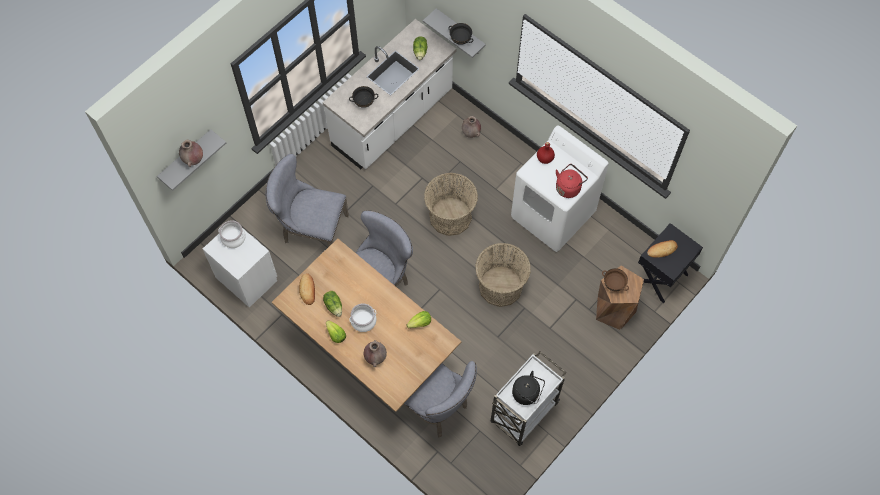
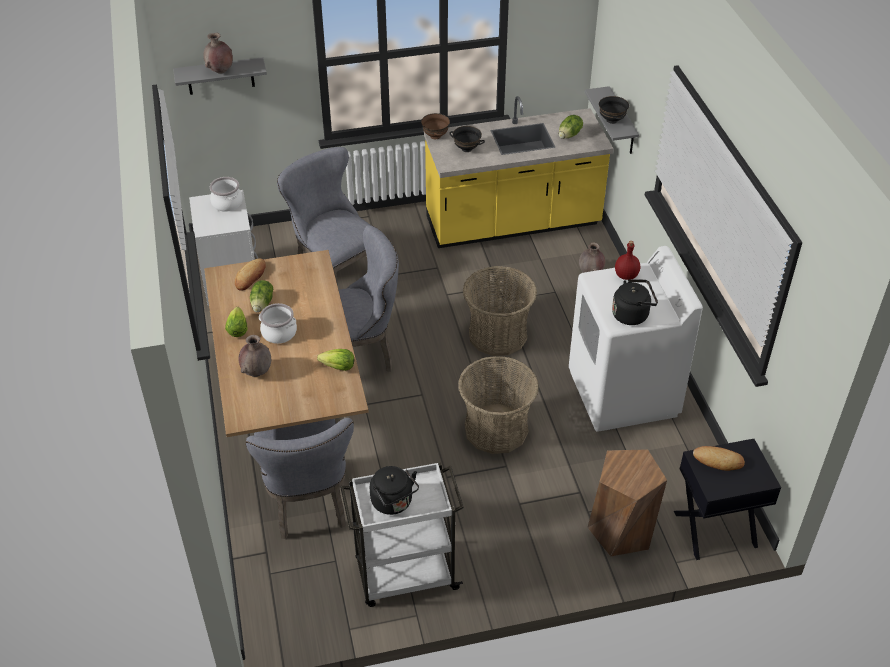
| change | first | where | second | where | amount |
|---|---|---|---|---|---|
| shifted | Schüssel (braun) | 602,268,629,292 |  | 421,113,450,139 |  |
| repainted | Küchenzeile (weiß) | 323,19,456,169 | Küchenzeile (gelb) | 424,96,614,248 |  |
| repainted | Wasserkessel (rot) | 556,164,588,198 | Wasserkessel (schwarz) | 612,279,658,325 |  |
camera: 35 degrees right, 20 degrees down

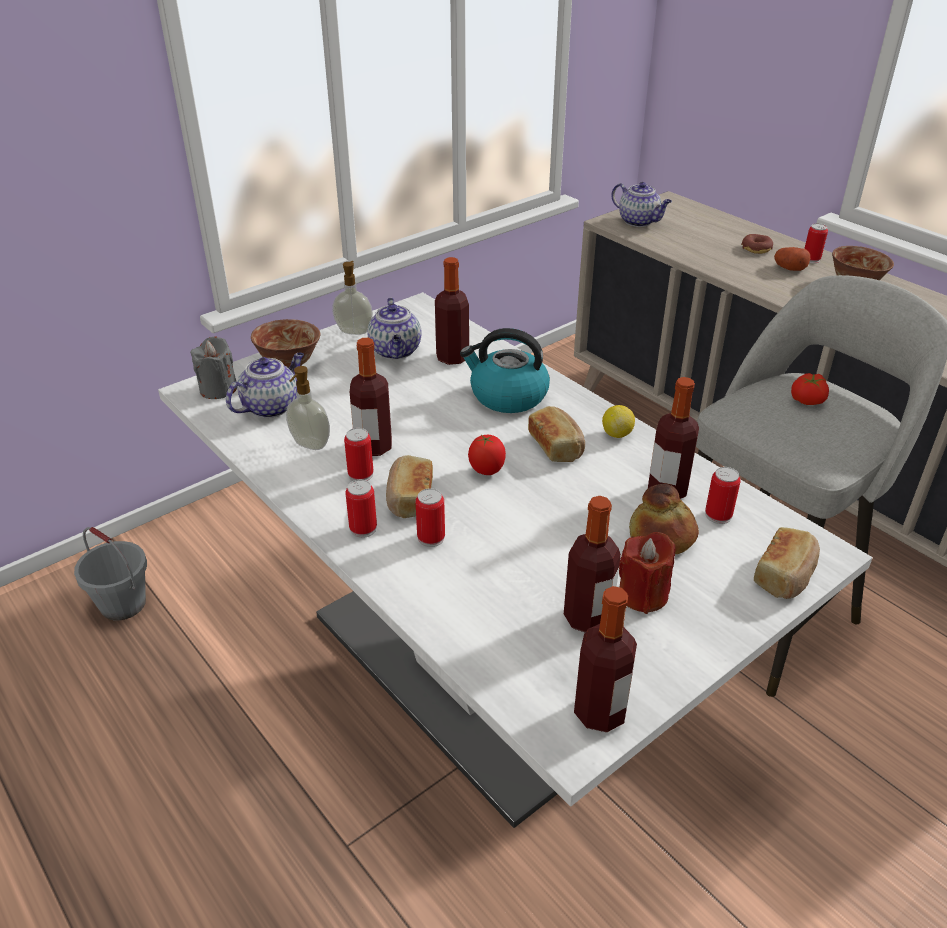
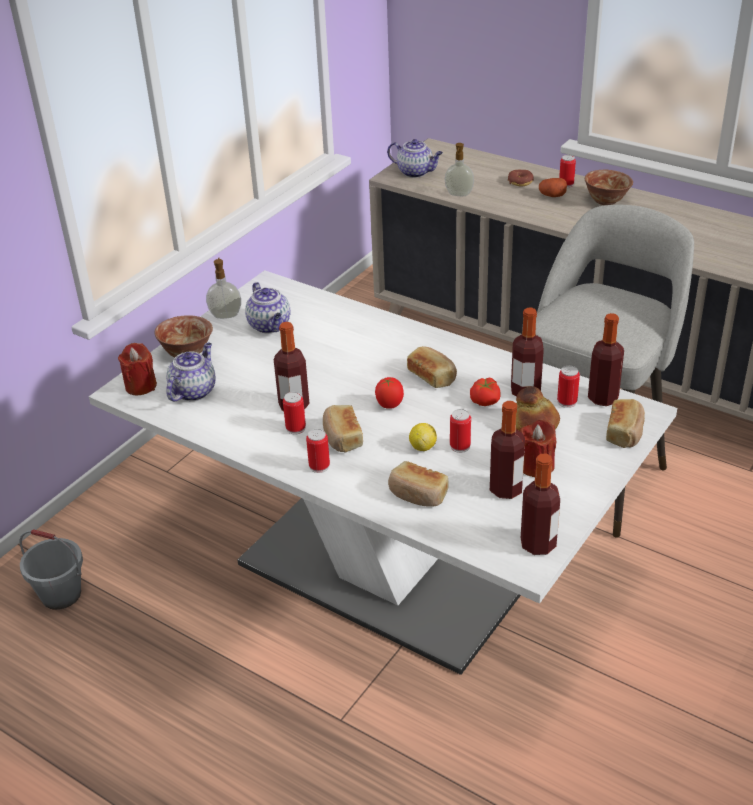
| change | first | where | second | where | amount |
|---|---|---|---|---|---|
| repainted | Kerze (grau) | 190,336,237,399 | Kerze (rot) | 118,343,157,395 |  |
| new |  |  | Brot | 388,461,449,507 |  |
| shifted | Zitrone | 602,405,635,438 |  | 409,423,437,451 |  |
| shifted | Seifenspender | 286,366,330,450 |  | 445,143,474,196 |  |
| shifted | Dose | 416,488,445,547 |  | 450,409,471,453 |  |
| shifted | Tomate | 791,373,829,405 |  | 470,377,501,406 |  |
| shifted | Flasche | 435,257,469,365 |  | 588,313,624,406 |  |
| gone | Wasserkessel | 460,328,550,413 |  |  |  |
camera: 15 degrees left, 0 degrees up

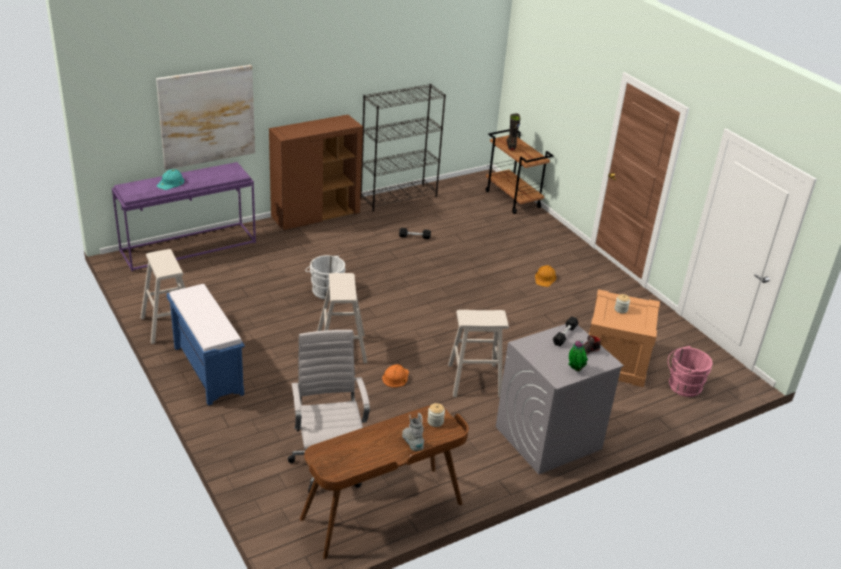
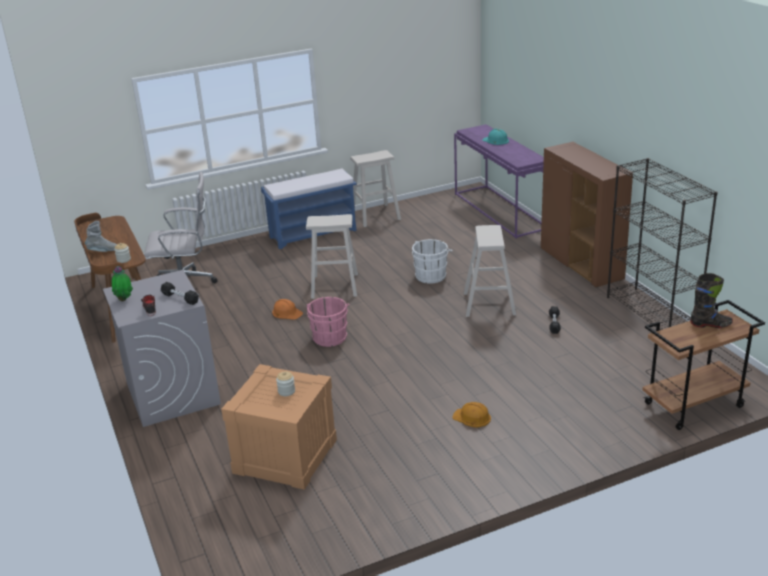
| change | first | where | second | where | amount |
|---|---|---|---|---|---|
| shifted | Eimer (rosa) | 668,346,713,397 |  | 307,297,350,347 |  |
| shifted | Hocker (beige) | 448,310,509,397 |  | 464,225,516,317 |  |
| gone | Bild | 156,65,255,170 |  |  |  |
camera: 100 degrees right, 5 degrees down

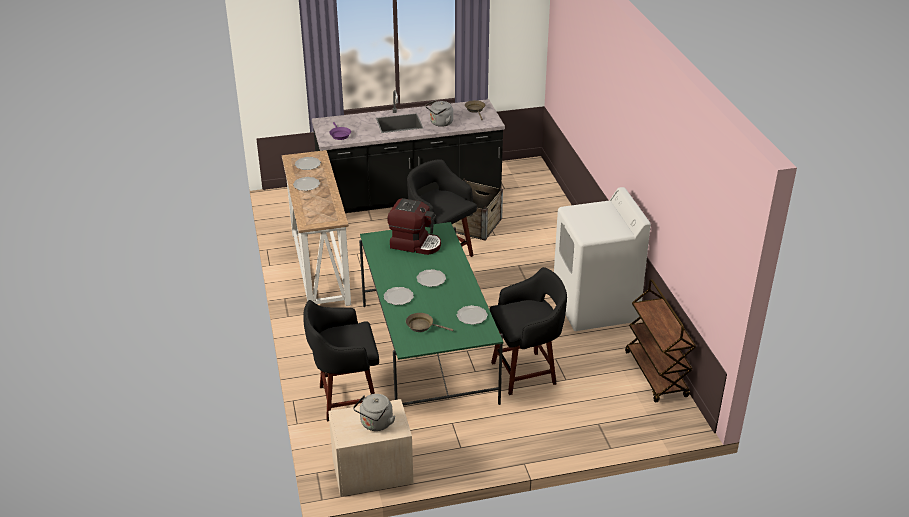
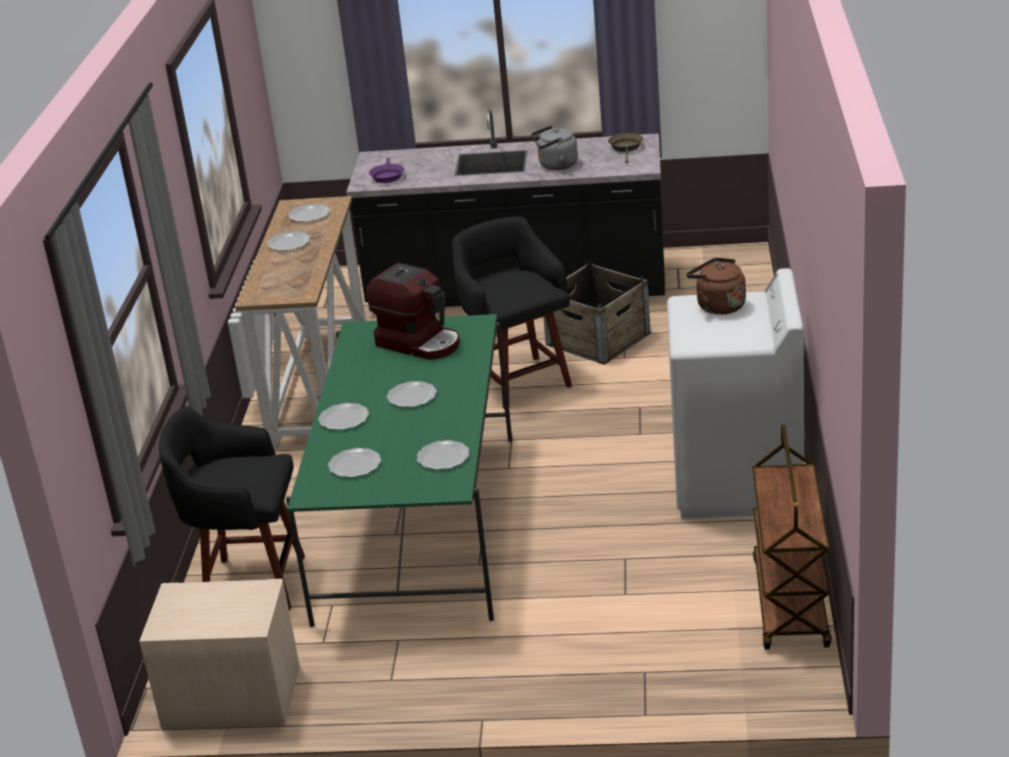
| change | first | where | second | where | amount |
|---|---|---|---|---|---|
| swapped | Pfanne (braun) | 406,313,453,332 | Teller | 328,448,381,478 |  |
| new |  |  | Wasserkessel (braun) | 686,258,746,315 |  |
| gone | Wasserkessel (grau) | 353,394,395,431 |  |  |  |
| gone | Hocker (schwarz) | 490,267,567,395 |  |  |  |
camera: 20 degrees right, 5 degrees down

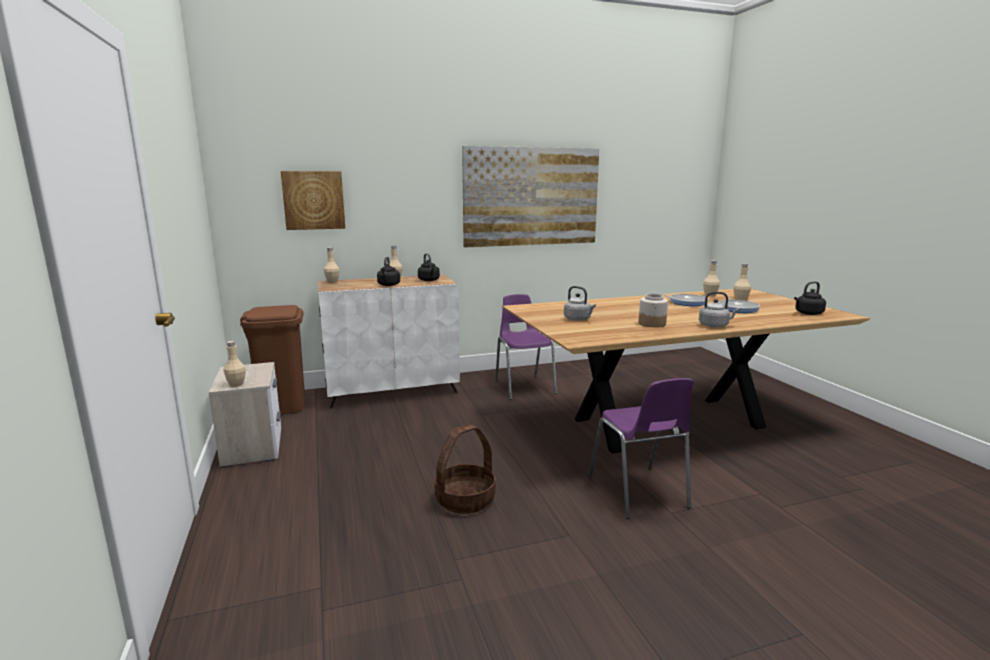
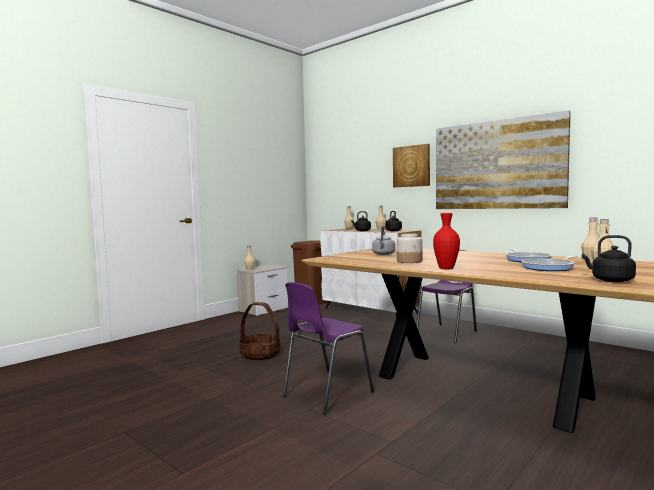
| change | first | where | second | where | amount |
|---|---|---|---|---|---|
| shifted | Bild | 281,171,345,230 |  | 393,144,430,187 |  |
| swapped | Wasserkessel (grau) | 699,291,740,328 | Vase (rot) | 433,213,460,269 |  |
camera: 60 degrees right, 10 degrees down

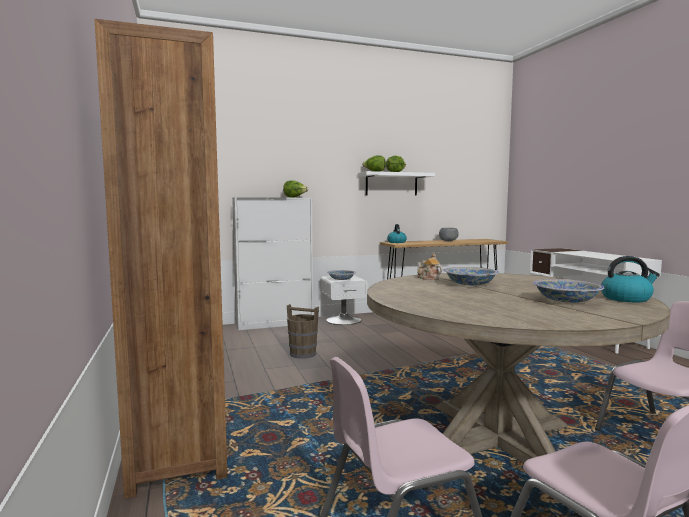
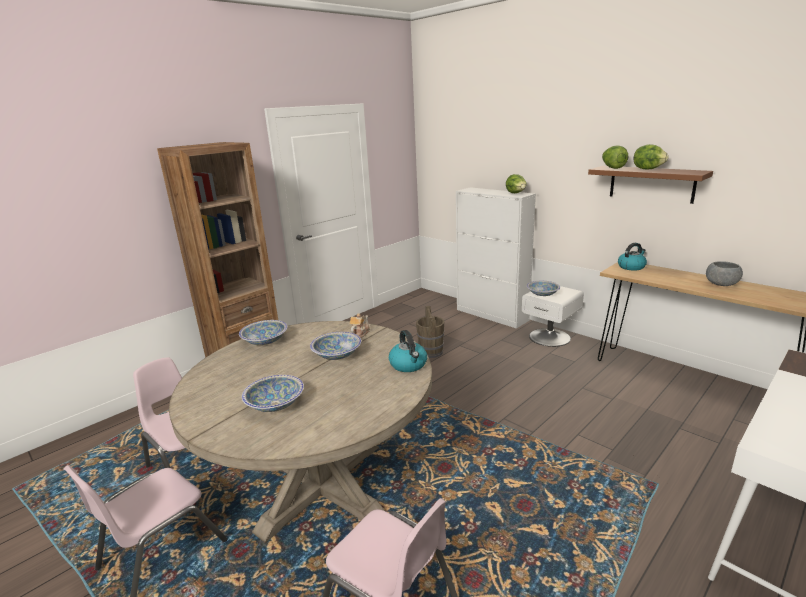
| change | first | where | second | where | amount |
|---|---|---|---|---|---|
| new |  |  | Schüssel | 239,320,288,345 |  |
| shifted | Wasserkessel | 601,256,660,302 |  | 389,330,427,372 |  |
| repainted | Wandregal (weiß) | 358,171,435,196 | Wandregal (braun) | 588,166,713,204 |  |
camera: 65 degrees right, 15 degrees up

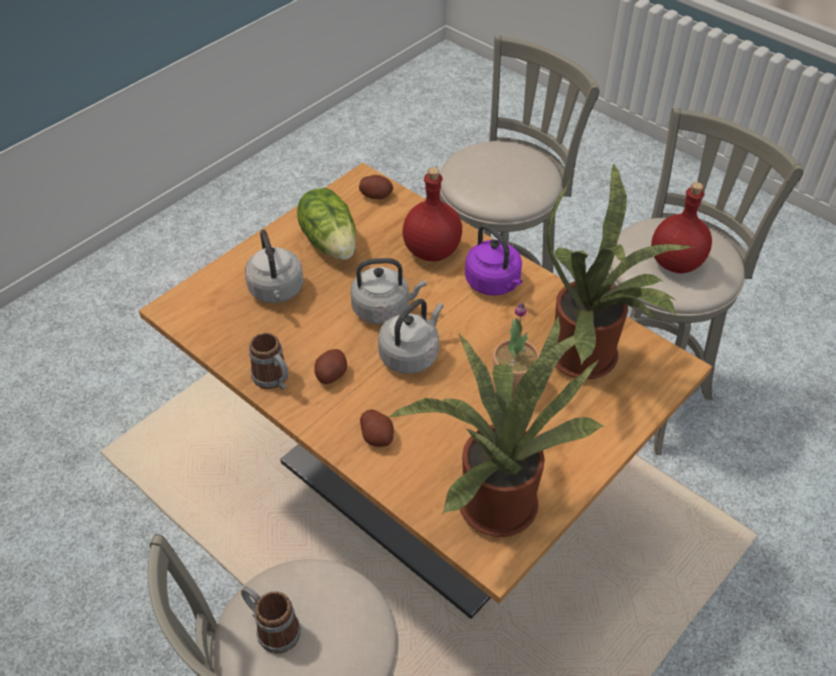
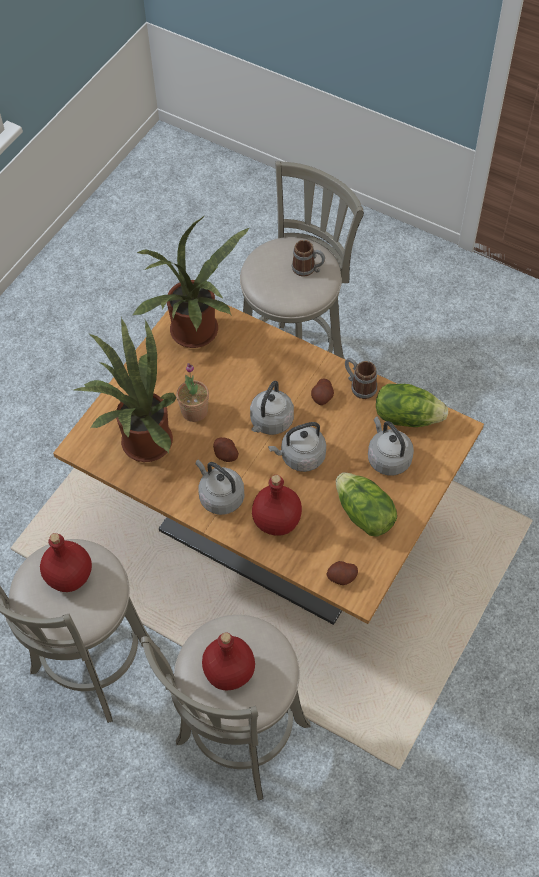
| change | first | where | second | where | amount |
|---|---|---|---|---|---|
| repainted | Wasserkessel (lila) | 465,224,523,296 | Wasserkessel (grau) | 196,460,244,515 |  |
| new |  |  | Flasche (rot) | 202,632,255,691 |  |
| shifted | Kartoffel | 360,409,394,447 |  | 213,437,239,462 |  |
| new |  |  | Salatkopf | 376,384,448,427 |  |
camera: 170 degrees right, 10 degrees up

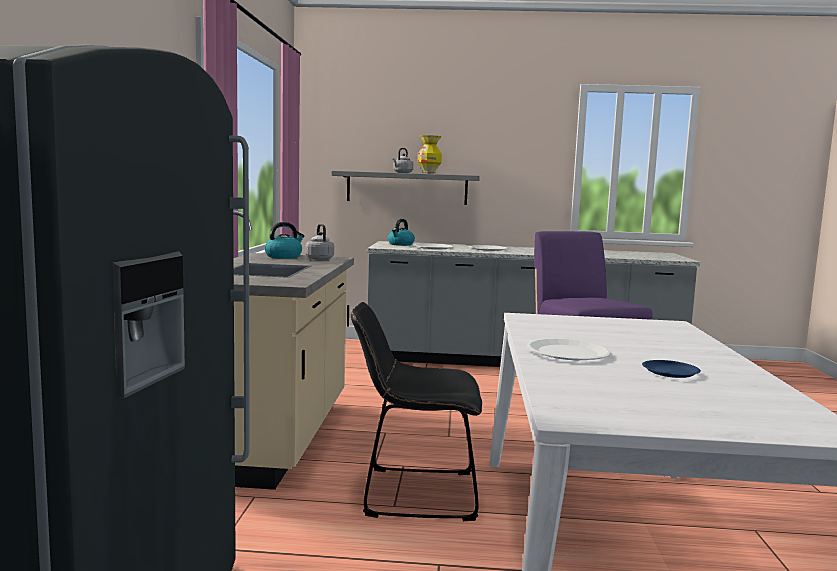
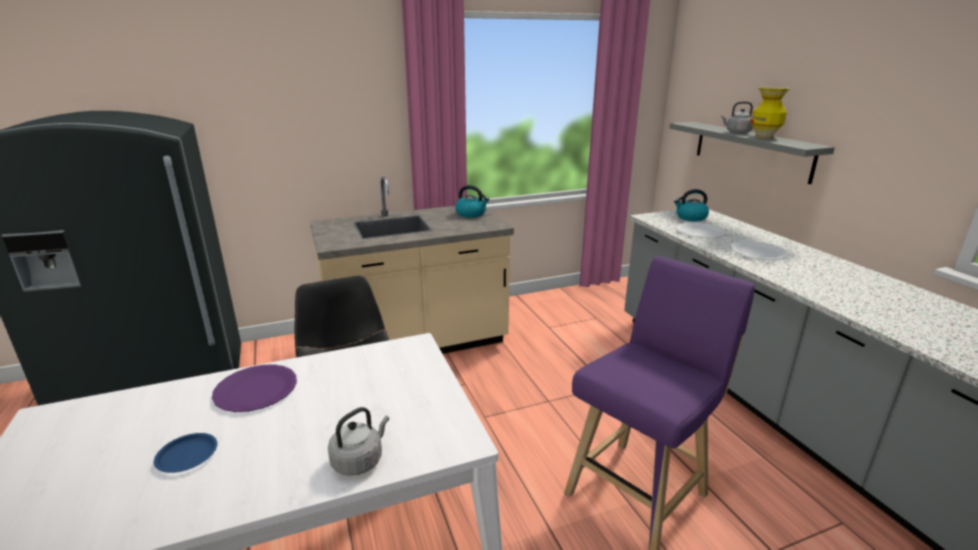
| change | first | where | second | where | amount |
|---|---|---|---|---|---|
| repainted | Teller (weiß) | 526,338,612,360 | Teller (lila) | 212,364,297,412 |  |
| shifted | Wasserkessel (grau) | 305,224,334,260 |  | 328,407,389,476 |  |
camera: 65 degrees right, 15 degrees up

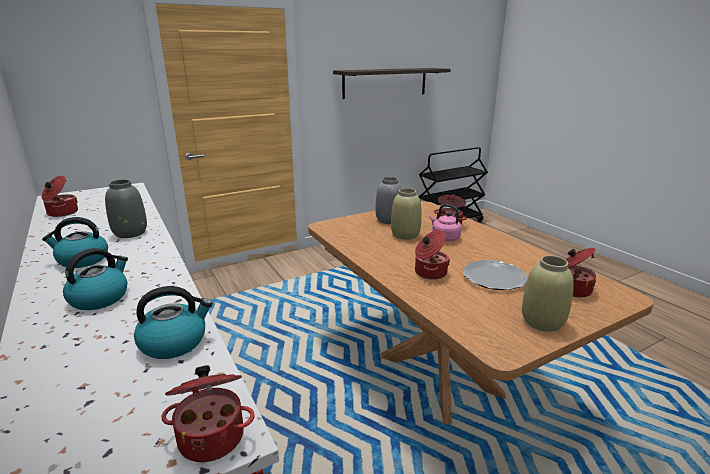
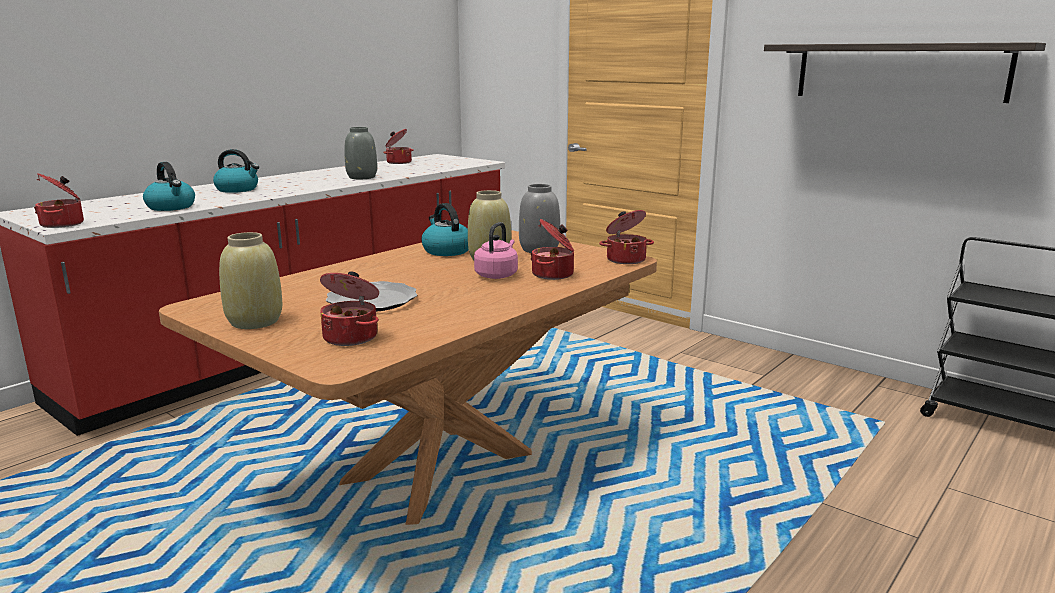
| change | first | where | second | where | amount |
|---|---|---|---|---|---|
| shifted | Wasserkessel | 42,217,108,268 |  | 421,203,469,256 |  |
| shifted | Kochtopf | 415,230,450,280 |  | 599,210,654,264 |  |
camera: 70 degrees right, 5 degrees down

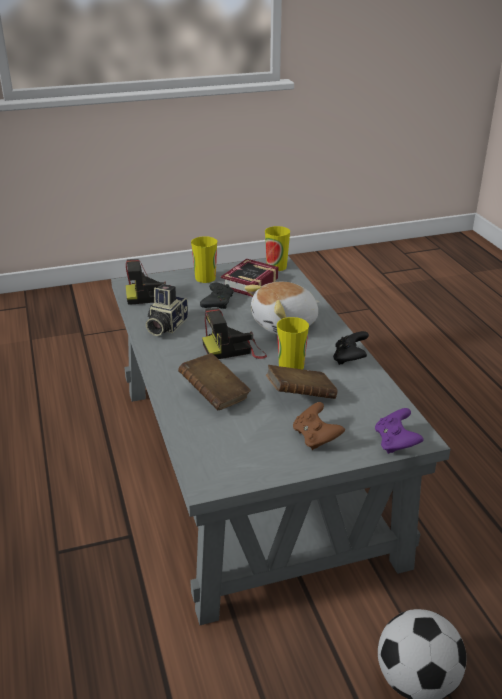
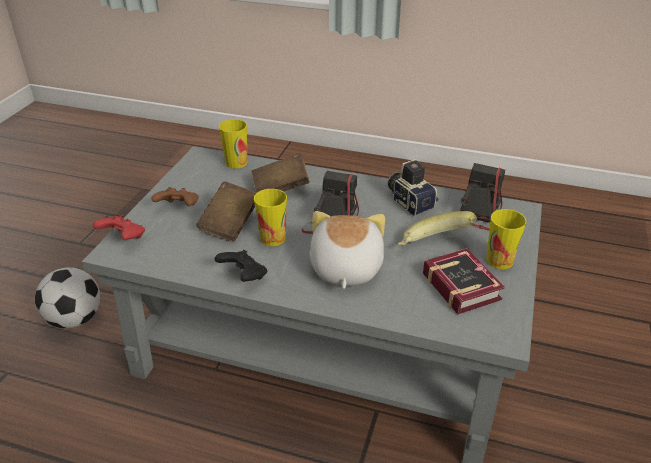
| change | first | where | second | where | amount |
|---|---|---|---|---|---|
| repainted | Gamepad (lila) | 375,408,424,454 | Gamepad (rot) | 93,214,145,240 |  |
| shifted | Tasse | 265,226,290,271 |  | 219,119,247,169 |  |
| swapped | Gamepad (schwarz) | 200,282,234,309 | Banane | 398,211,477,246 |  |
camera: 125 degrees right, 5 degrees up

